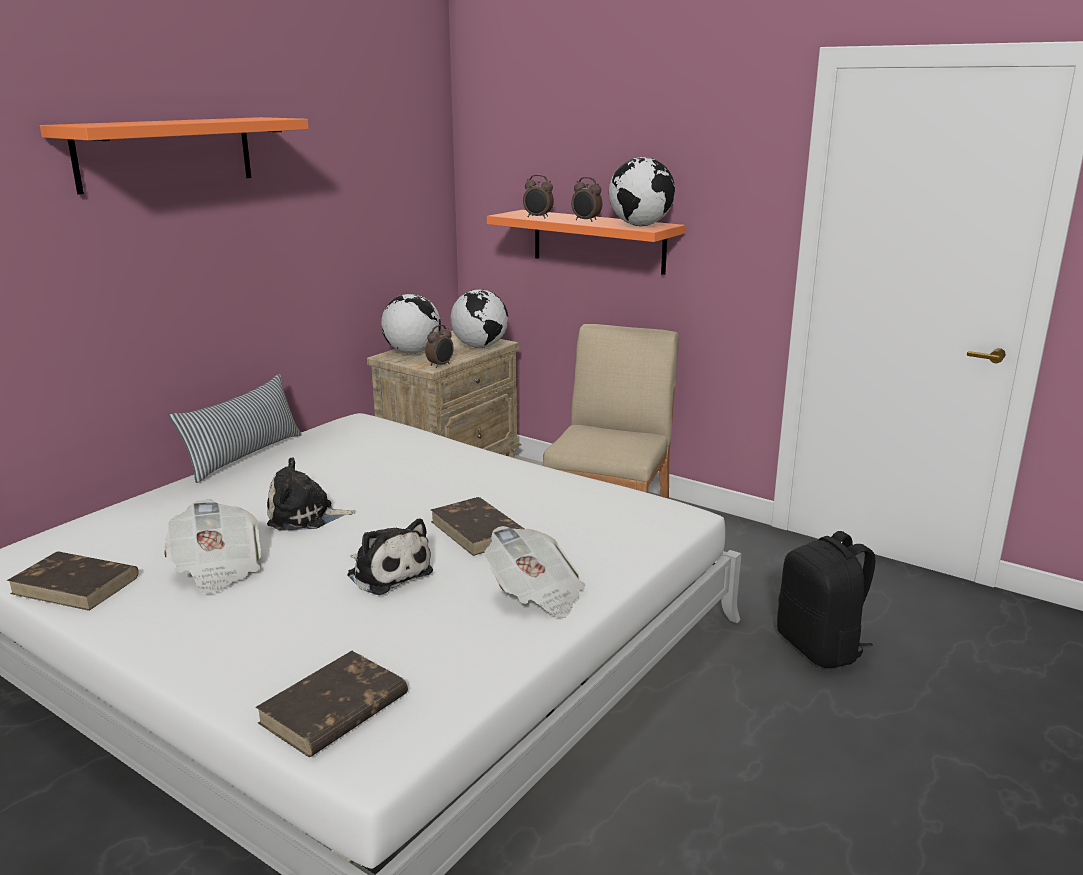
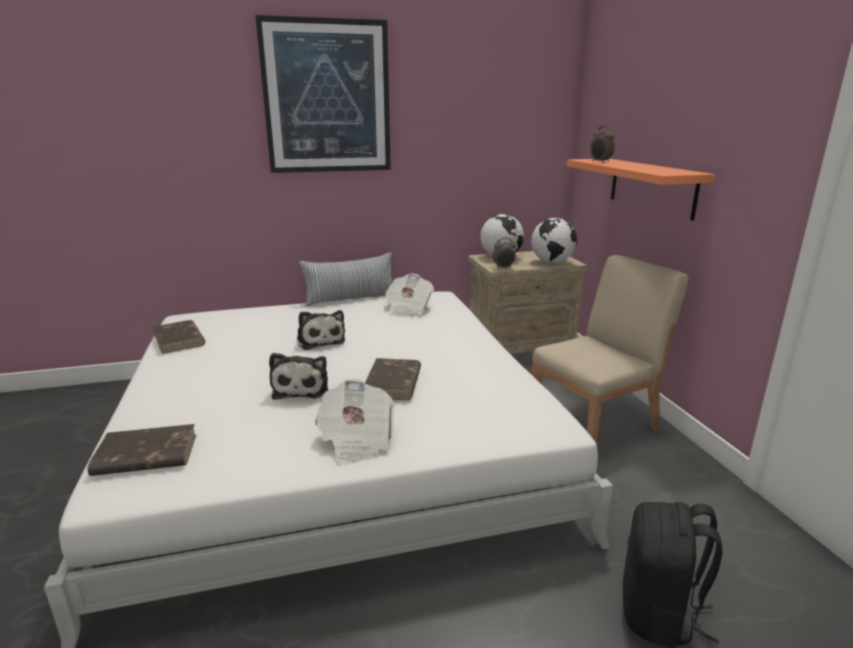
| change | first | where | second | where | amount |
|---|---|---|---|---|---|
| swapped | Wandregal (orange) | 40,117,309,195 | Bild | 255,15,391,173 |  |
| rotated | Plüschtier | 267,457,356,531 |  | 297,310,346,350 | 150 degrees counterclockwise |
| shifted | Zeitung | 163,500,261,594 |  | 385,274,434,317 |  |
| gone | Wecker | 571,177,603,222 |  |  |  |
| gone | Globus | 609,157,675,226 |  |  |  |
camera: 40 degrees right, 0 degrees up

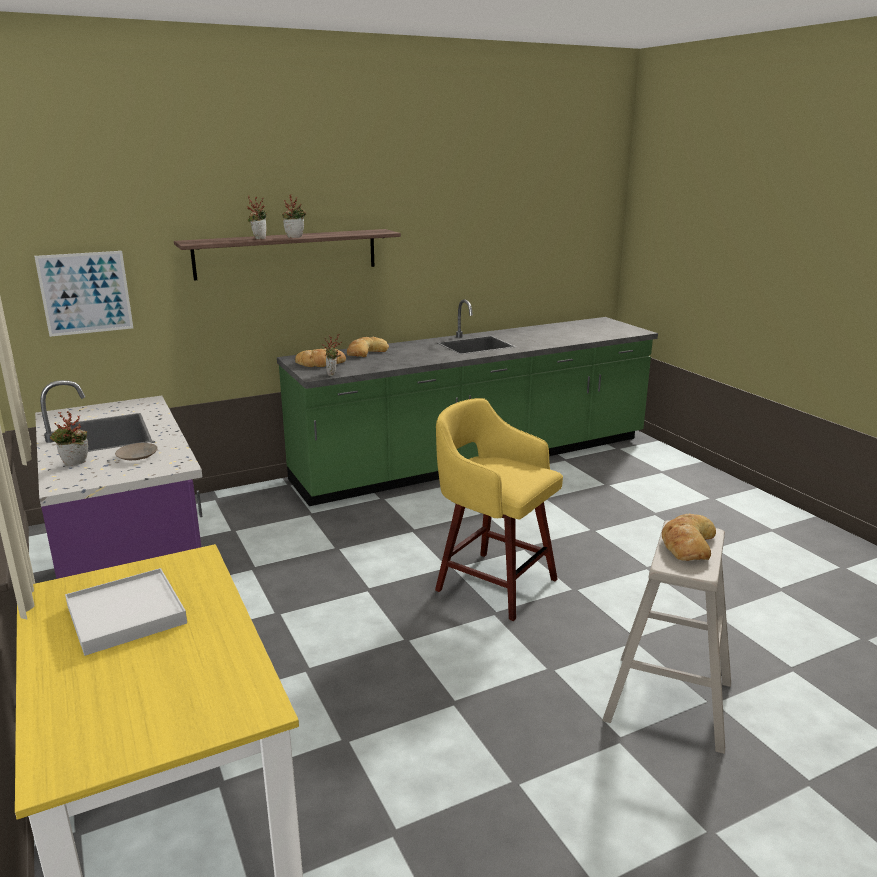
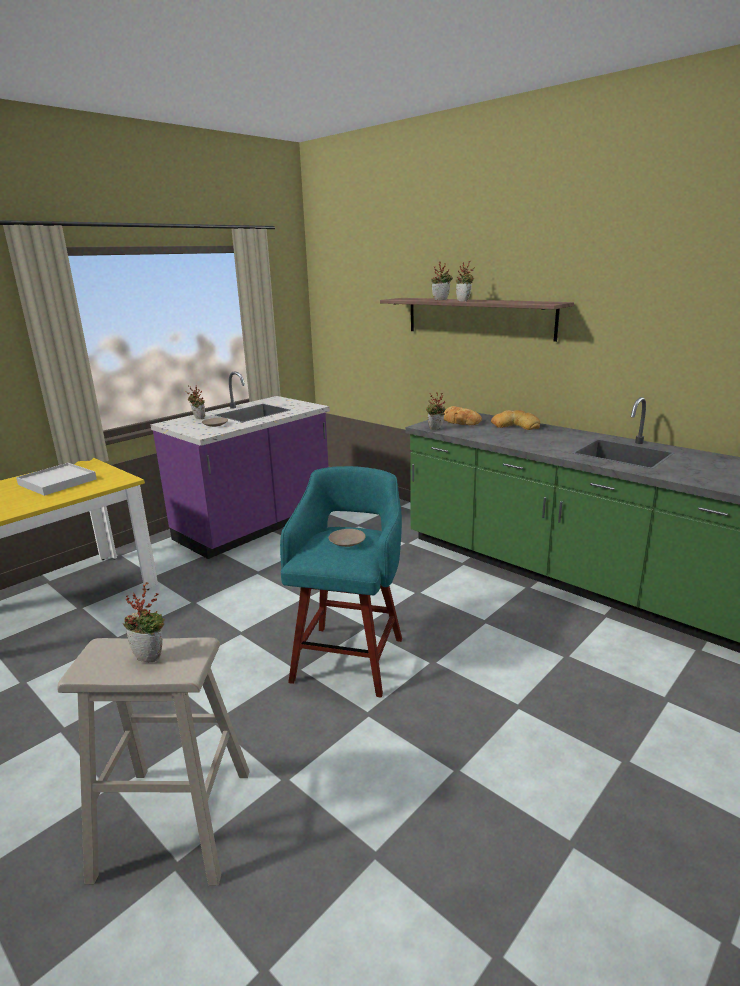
| change | first | where | second | where | amount |
|---|---|---|---|---|---|
| swapped | Brot | 662,514,716,561 | Topfpflanze | 123,582,165,662 |  |
| repainted | Hocker (gelb) | 435,398,563,621 | Hocker (türkis) | 280,466,402,697 |  |
| new |  |  | Teller (beige) | 329,529,366,547 |  |
| gone | Bild | 34,251,133,337 |  |  |  |
camera: 70 degrees right, 0 degrees up

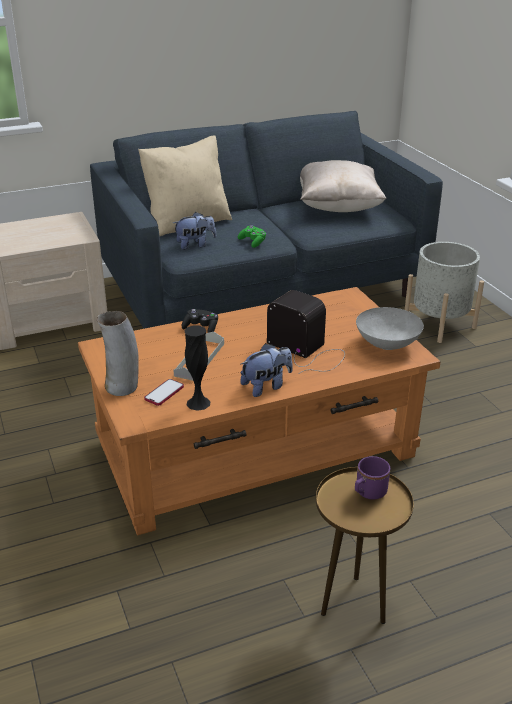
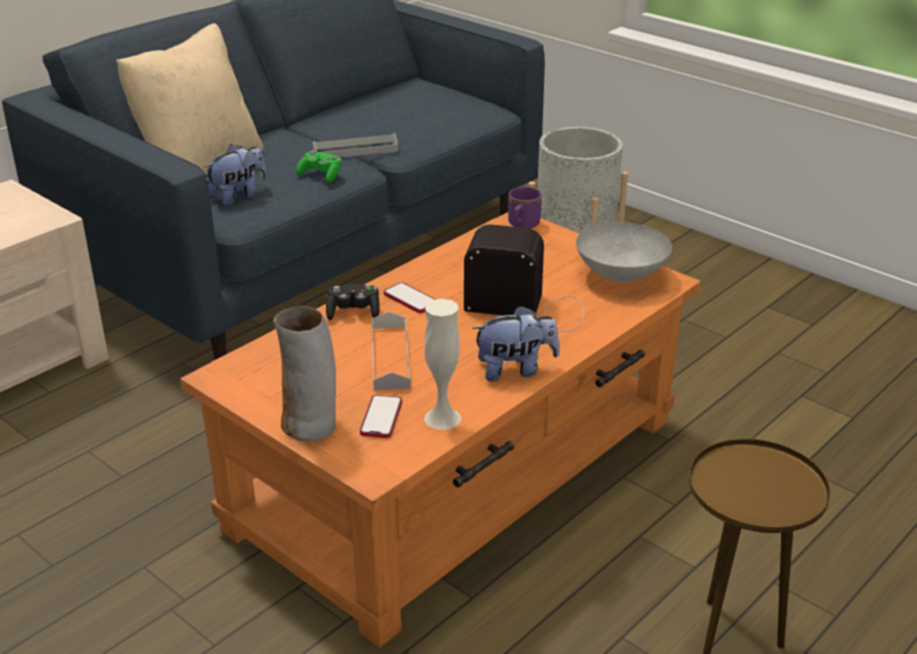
| change | first | where | second | where | amount |
|---|---|---|---|---|---|
| new |  |  | Tablett (grau) | 312,133,398,157 |  |
| new |  |  | Handy | 384,282,437,313 |  |
| repainted | Vase (schwarz) | 184,325,211,411 | Vase (weiß) | 424,299,462,430 |  |
| rotated | Plüschtier | 240,343,293,397 |  | 472,305,560,382 | 45 degrees clockwise |
| shifted | Henkelbecher (lila) | 355,456,390,500 |  | 508,187,542,229 |  |
| gone | Kissen (beige) | 300,160,386,212 |  |  |  |
camera: 25 degrees left, 0 degrees up

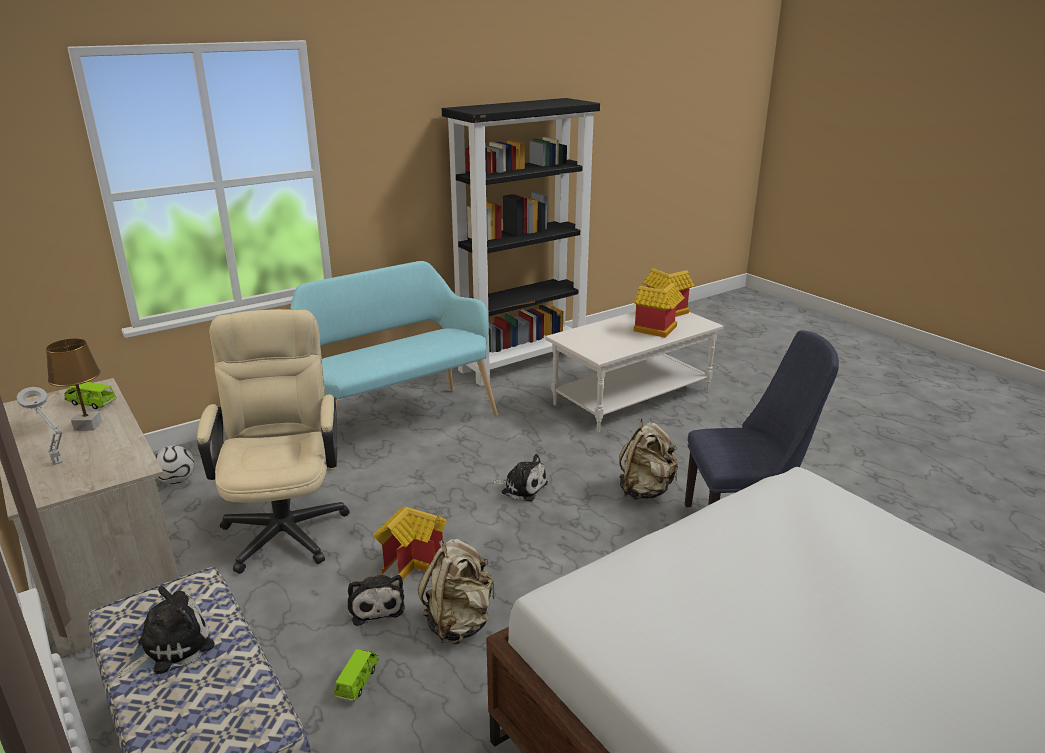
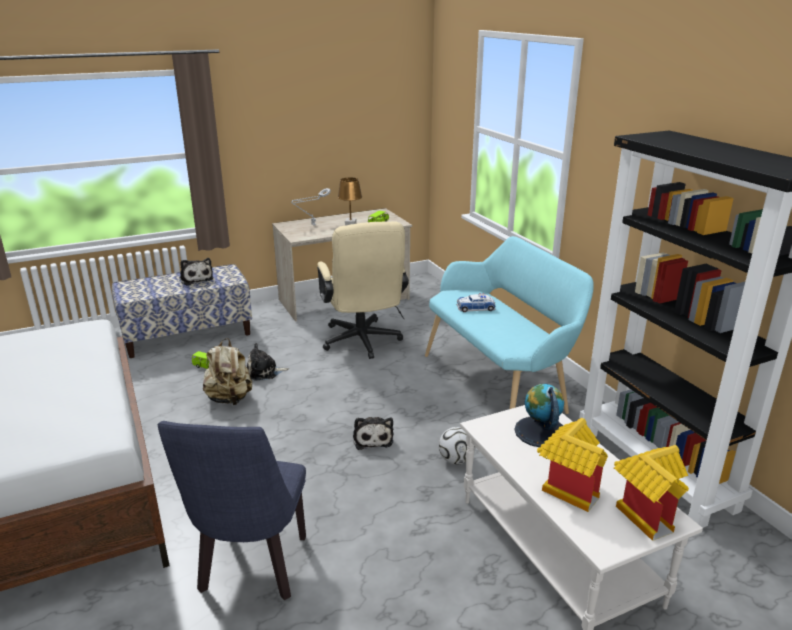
| change | first | where | second | where | amount |
|---|---|---|---|---|---|
| rotated | Bürostuhl (beige) | 197,309,350,574 |  | 317,221,409,359 | 75 degrees clockwise |
| rotated | Plüschtier | 492,454,548,501 |  | 353,417,393,450 | 45 degrees counterclockwise |
| shifted | Fußball | 155,445,194,484 |  | 439,427,475,465 |  |
| new |  |  | Spielzeugauto | 457,293,496,312 |  |
| new |  |  | Globus | 514,384,564,447 |  |
| gone | Spielzeughaus | 373,507,446,580 |  |  |  |
| gone | Rucksack (beige) | 619,418,678,500 |  |  |  |
camera: 100 degrees right, 0 degrees up

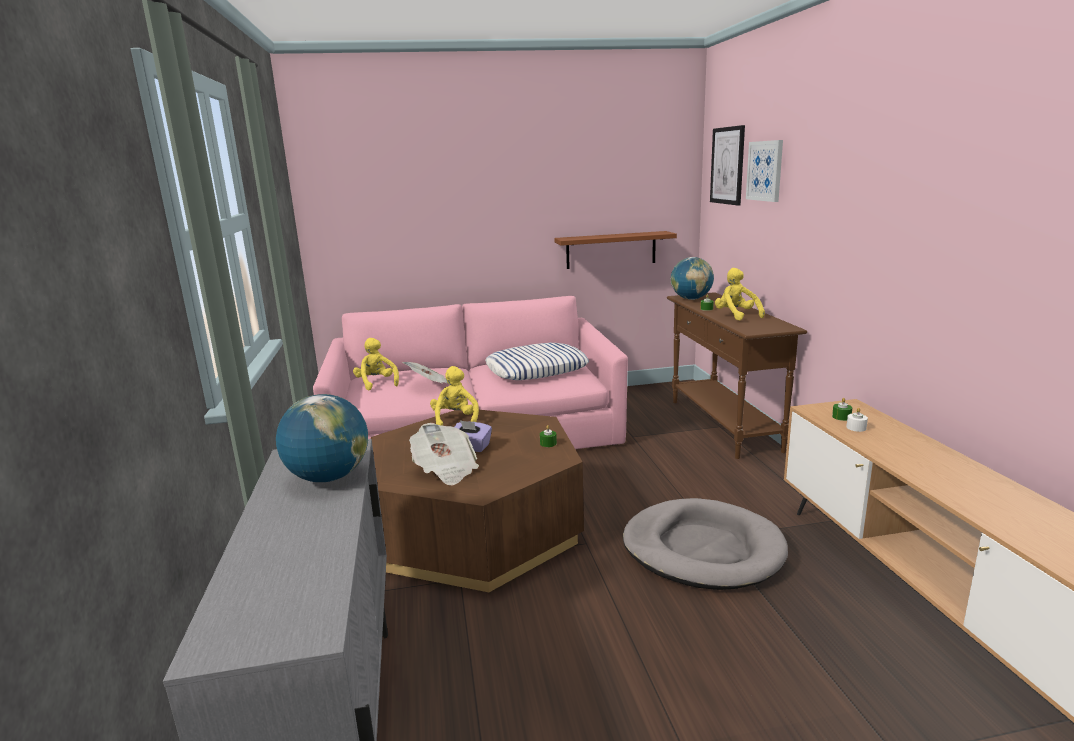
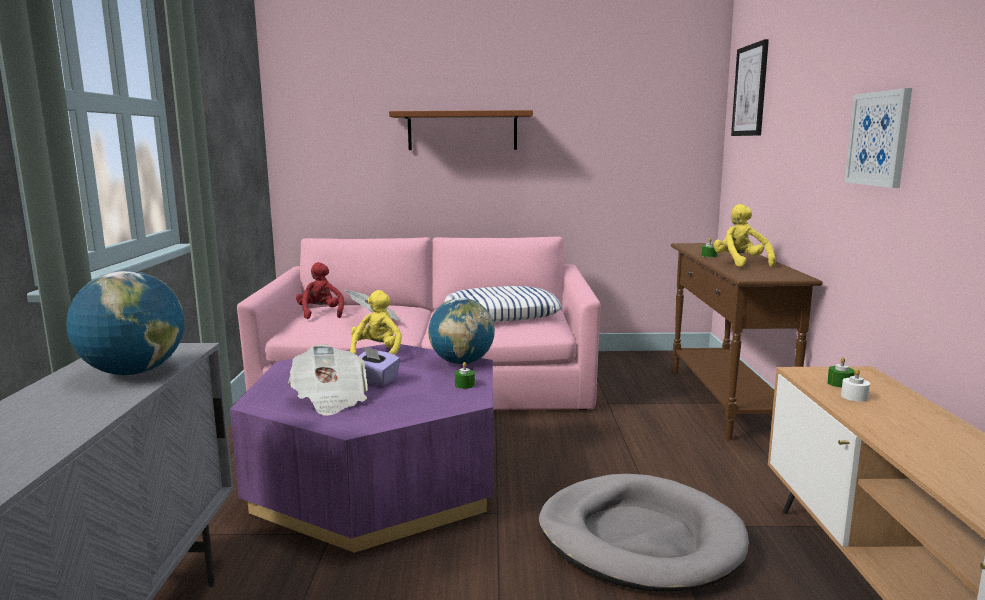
| change | first | where | second | where | amount |
|---|---|---|---|---|---|
| repainted | Couchtisch (braun) | 371,410,584,592 | Couchtisch (lila) | 230,344,494,553 |  |
| repainted | Plüschtier (gelb) | 353,338,399,391 | Plüschtier (rot) | 296,262,344,319 |  |
| shifted | Wandregal (braun) | 554,231,677,269 |  | 389,110,533,150 |  |
| shifted | Globus | 670,257,714,300 |  | 428,298,495,365 |  |
| shifted | Bild | 746,140,783,202 |  | 844,88,912,188 |  |
camera: 10 degrees right, 5 degrees down

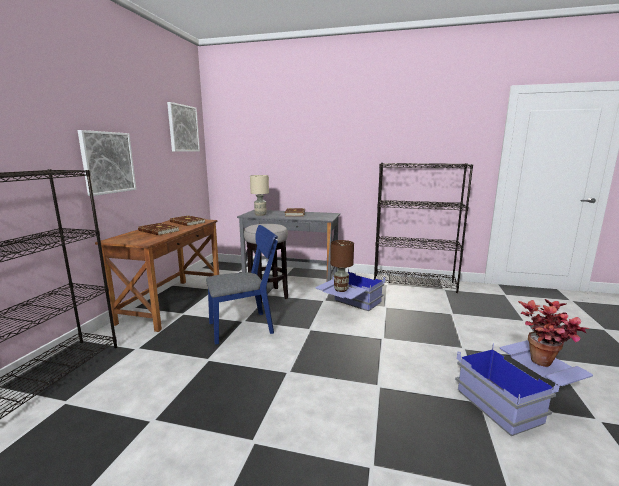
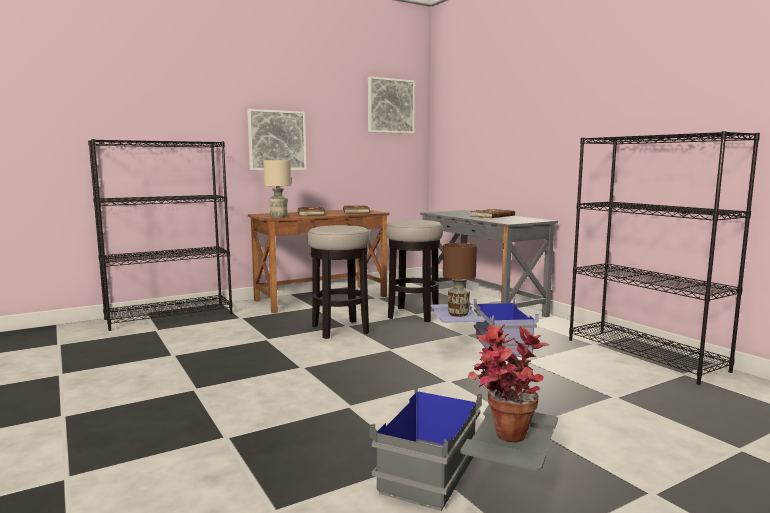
| change | first | where | second | where | amount |
|---|---|---|---|---|---|
| shifted | Tischlampe (beige) | 250,175,269,216 |  | 264,160,291,218 |  |
| swapped | Stuhl (blau) | 206,225,278,345 | Hocker | 307,225,370,339 |  |
| repainted | Aufbewahrungsbox (blau) | 455,340,593,436 | Aufbewahrungsbox (grau) | 369,382,558,511 |  |
camera: 45 degrees right, 5 degrees down

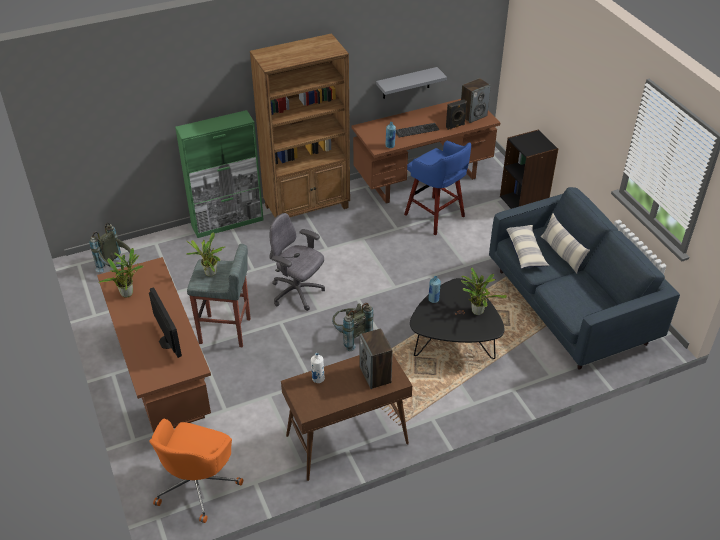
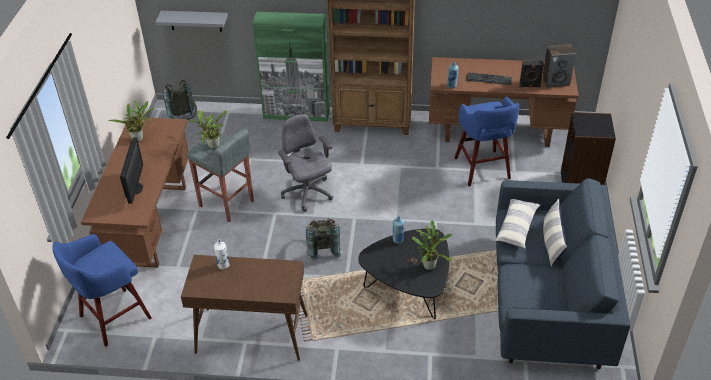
| change | first | where | second | where | amount |
|---|---|---|---|---|---|
| swapped | Bürostuhl (orange) | 149,419,243,523 | Hocker (blau) | 52,234,152,347 |  |
| shifted | Wandregal (grau) | 376,67,447,99 |  | 156,11,228,32 |  |
| gone | Lautsprecher | 359,329,393,389 |  |  |  |
camera: 30 degrees right, 0 degrees up

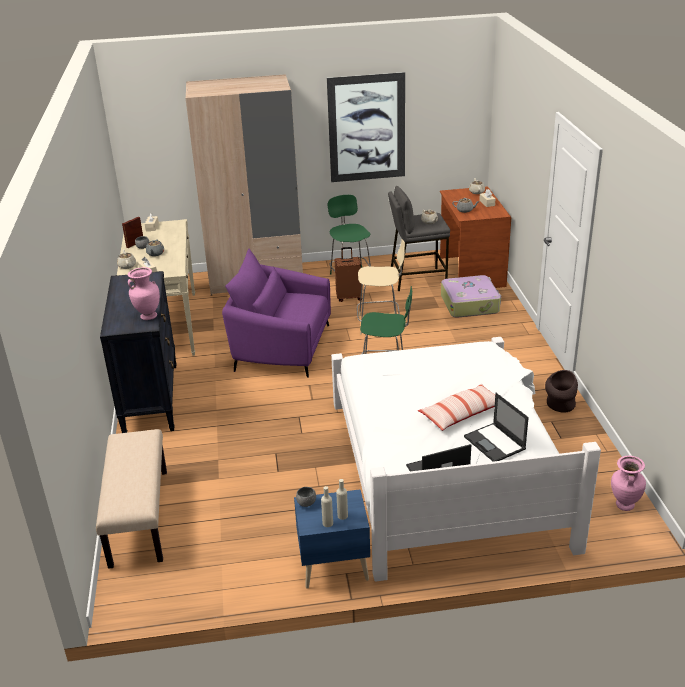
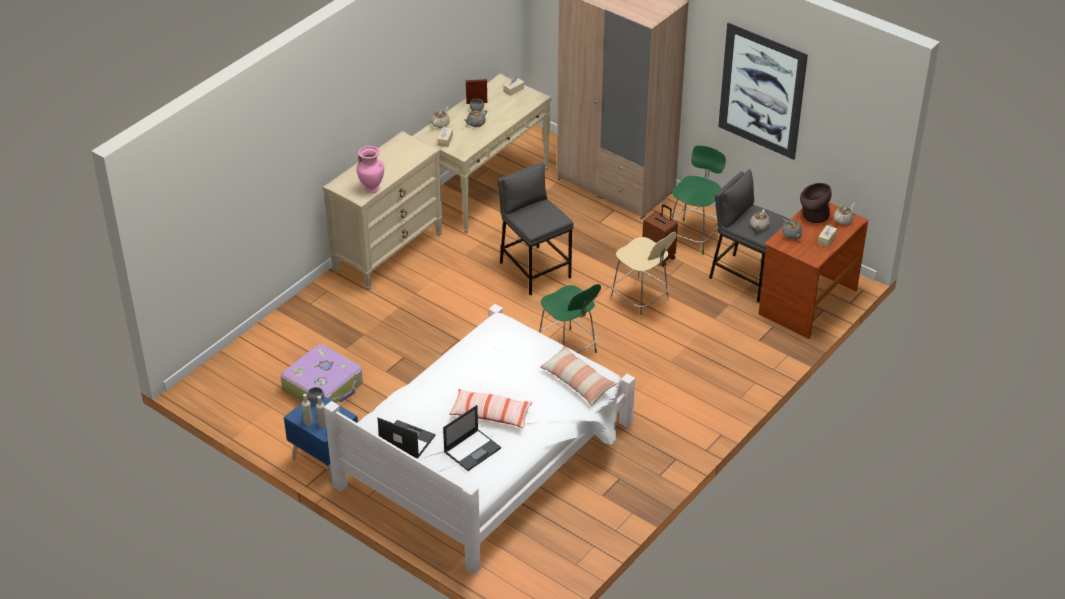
| change | first | where | second | where | amount |
|---|---|---|---|---|---|
| shifted | Koffer | 441,275,501,318 |  | 281,344,363,404 |  |
| repainted | Kommode (schwarz) | 100,271,177,433 | Kommode (beige) | 323,131,443,291 |  |
| rotated | Laptop | 464,393,529,462 |  | 443,405,501,471 | 150 degrees counterclockwise |
| swapped | Sessel (lila) | 222,249,331,378 | Hocker (grau) | 498,163,574,296 |  |
| new |  |  | Kissen | 540,346,618,406 |  |
| shifted | Vase (braun) | 545,370,578,413 |  | 800,183,831,223 |  |
| gone | Bank (beige) | 96,429,167,569 |  |  |  |
| gone | Vase (rosa) | 611,456,646,511 |  |  |  |
camera: 45 degrees right, 10 degrees up

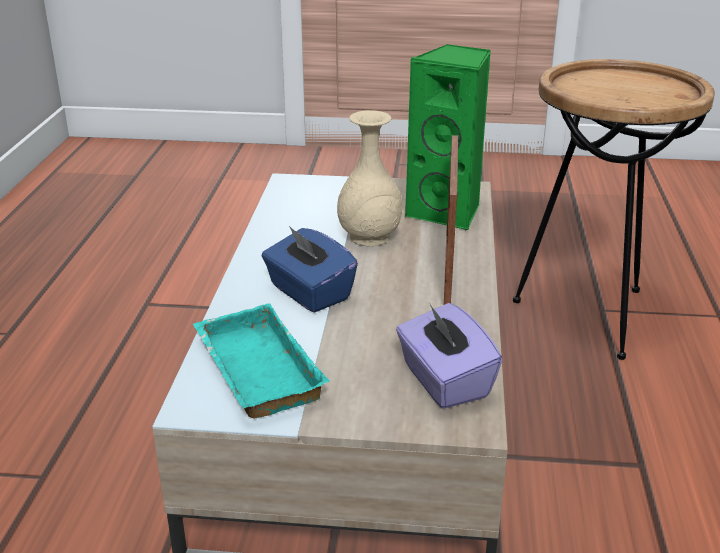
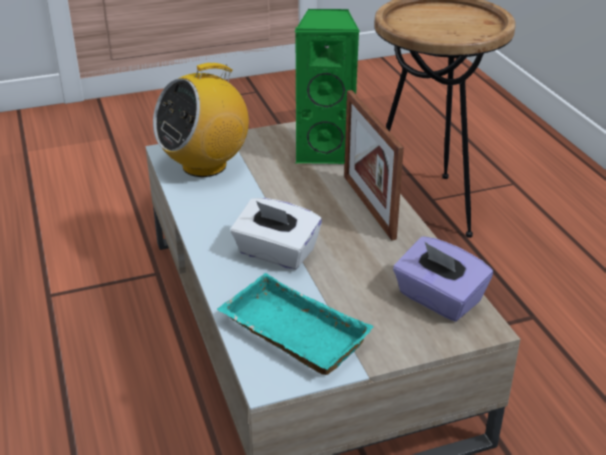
| change | first | where | second | where | amount |
|---|---|---|---|---|---|
| new |  |  | Radio | 153,63,249,177 |  |
| repainted | Taschentuchbox (blau) | 262,226,358,313 | Taschentuchbox (weiß) | 231,198,322,270 |  |
| gone | Vase (beige) | 337,110,402,246 |  |  |  |
camera: 25 degrees left, 5 degrees up

